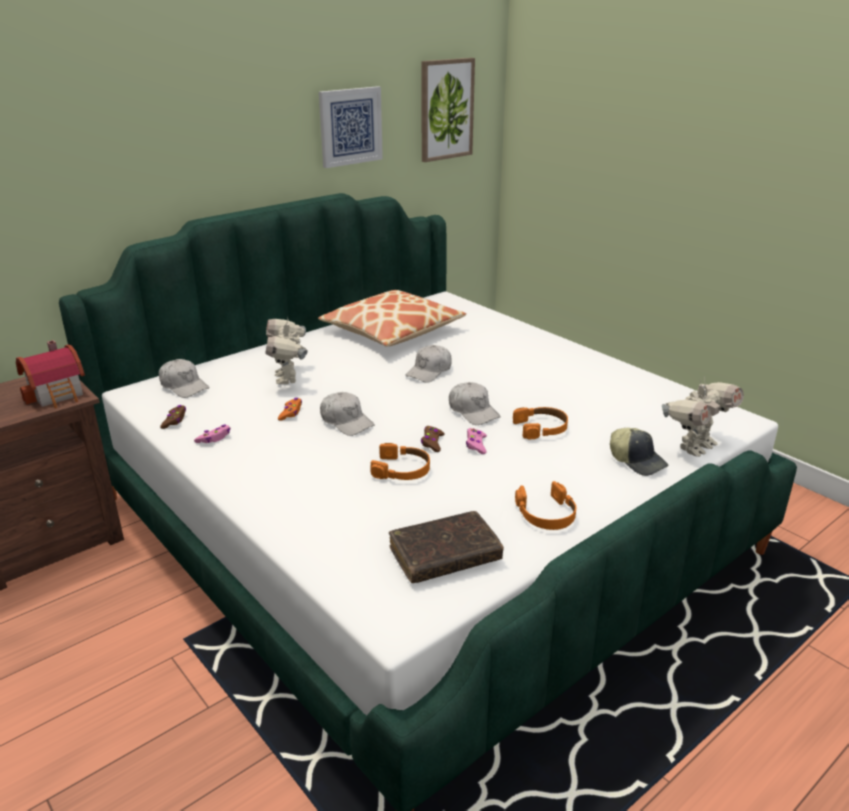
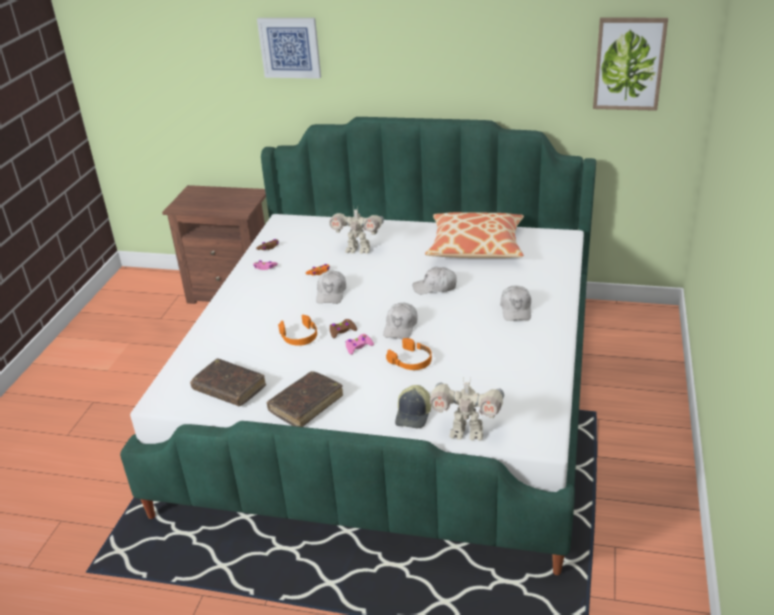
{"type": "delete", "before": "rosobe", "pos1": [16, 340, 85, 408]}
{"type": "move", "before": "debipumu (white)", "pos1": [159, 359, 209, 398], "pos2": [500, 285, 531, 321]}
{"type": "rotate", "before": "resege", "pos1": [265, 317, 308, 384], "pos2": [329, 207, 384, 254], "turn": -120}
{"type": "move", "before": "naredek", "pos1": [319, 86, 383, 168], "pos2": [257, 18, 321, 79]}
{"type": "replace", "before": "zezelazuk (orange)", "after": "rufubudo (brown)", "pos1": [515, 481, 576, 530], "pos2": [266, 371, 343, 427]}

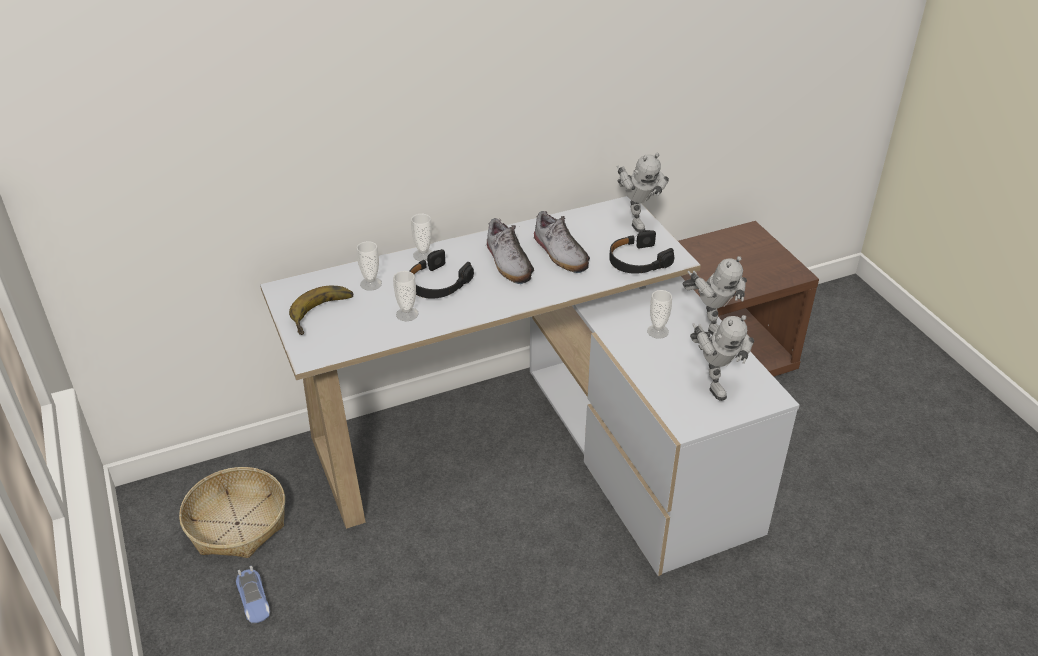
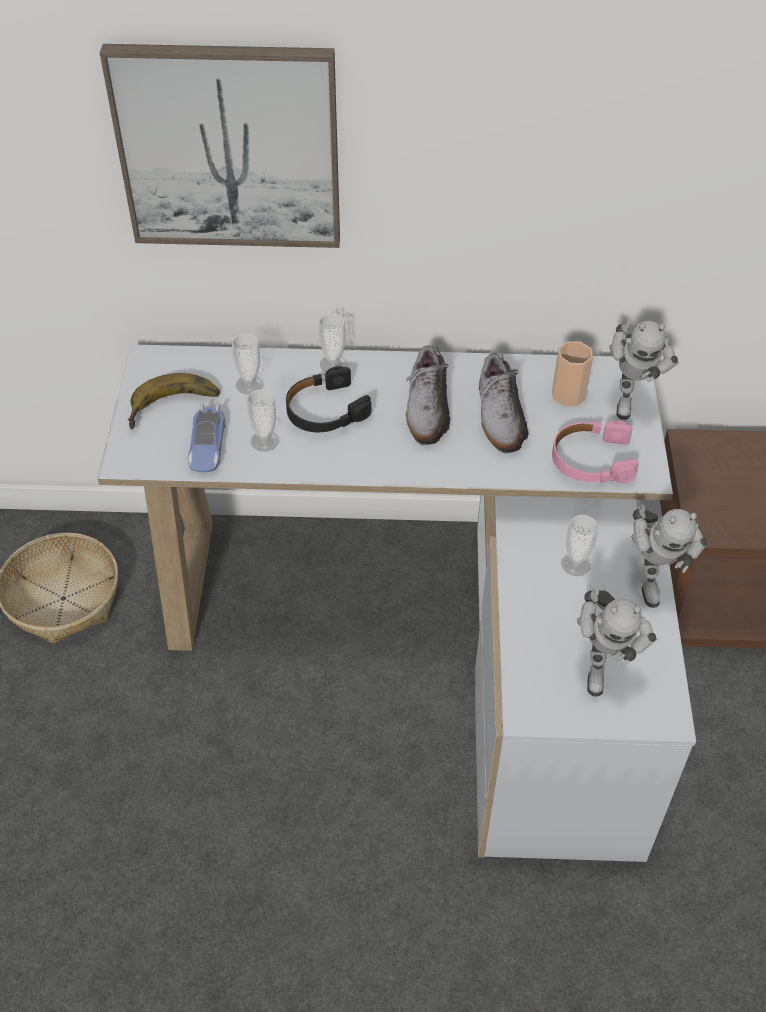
{"type": "move", "before": "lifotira", "pos1": [236, 566, 270, 623], "pos2": [188, 403, 225, 472]}
{"type": "recolor", "before": "zezelazuk (black)", "after": "zezelazuk (pink)", "pos1": [609, 230, 675, 274], "pos2": [552, 421, 639, 483]}
{"type": "insert", "after": "naredek", "pos2": [100, 44, 340, 248]}
{"type": "insert", "after": "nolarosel", "pos2": [552, 342, 593, 406]}

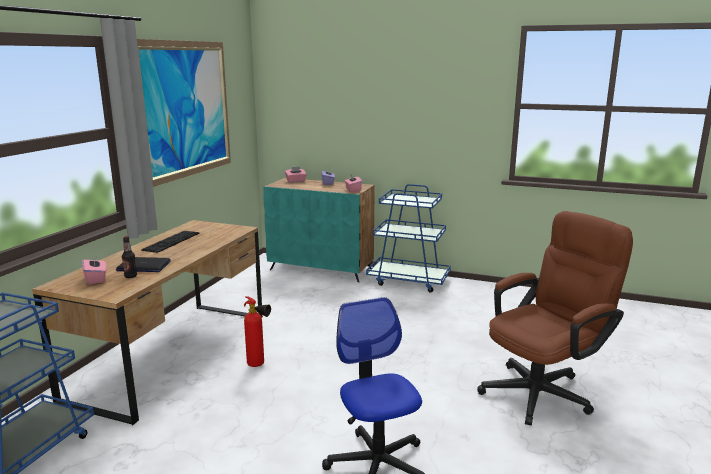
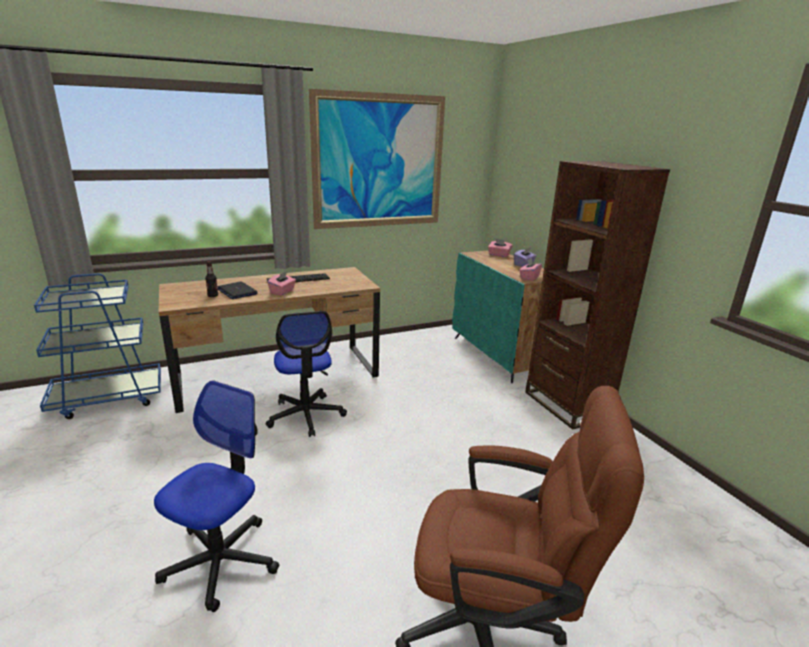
{"type": "move", "before": "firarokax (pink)", "pos1": [82, 255, 106, 285], "pos2": [267, 272, 296, 295]}
{"type": "replace", "before": "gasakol", "after": "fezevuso", "pos1": [244, 296, 271, 367], "pos2": [266, 311, 347, 437]}
{"type": "replace", "before": "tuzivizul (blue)", "after": "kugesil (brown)", "pos1": [366, 184, 451, 293], "pos2": [525, 161, 670, 430]}

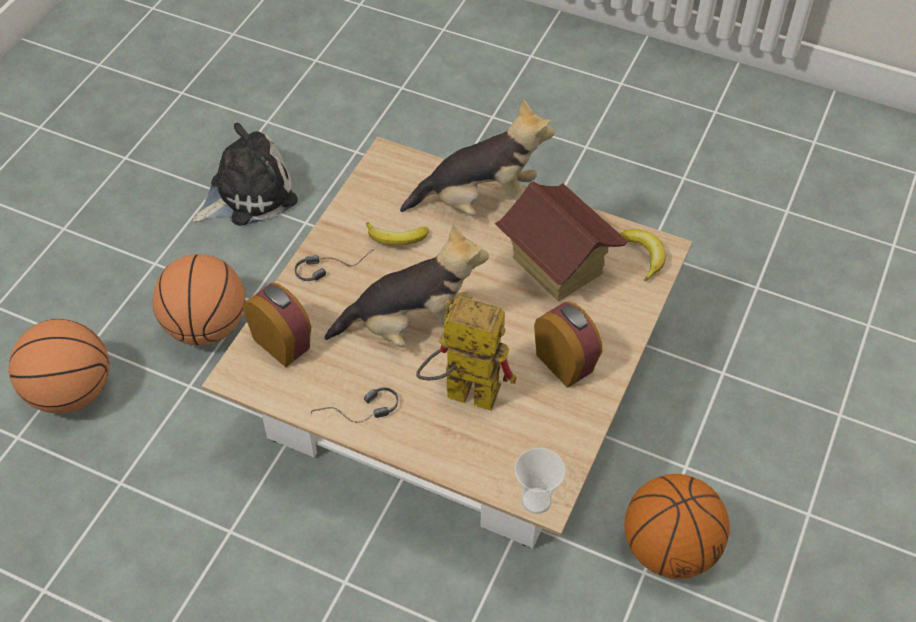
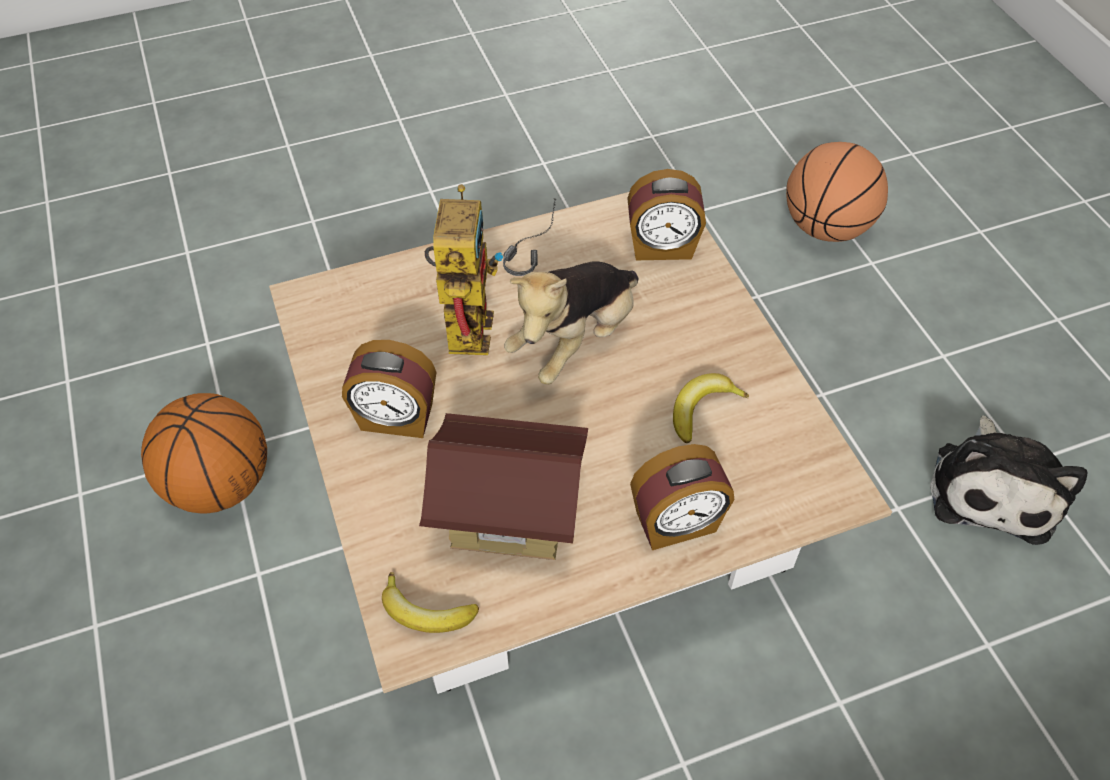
{"type": "delete", "before": "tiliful", "pos1": [153, 254, 245, 345]}
{"type": "delete", "before": "zezelazuk", "pos1": [295, 249, 375, 281]}
{"type": "replace", "before": "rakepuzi", "after": "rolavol", "pos1": [400, 98, 554, 216], "pos2": [630, 444, 734, 550]}
{"type": "rotate", "before": "resege", "pos1": [416, 296, 517, 411], "pos2": [425, 184, 504, 355], "turn": -60}
{"type": "delete", "before": "nolarosel", "pos1": [514, 448, 565, 514]}

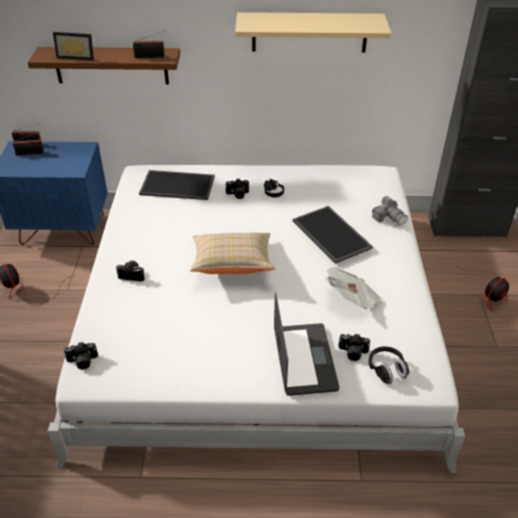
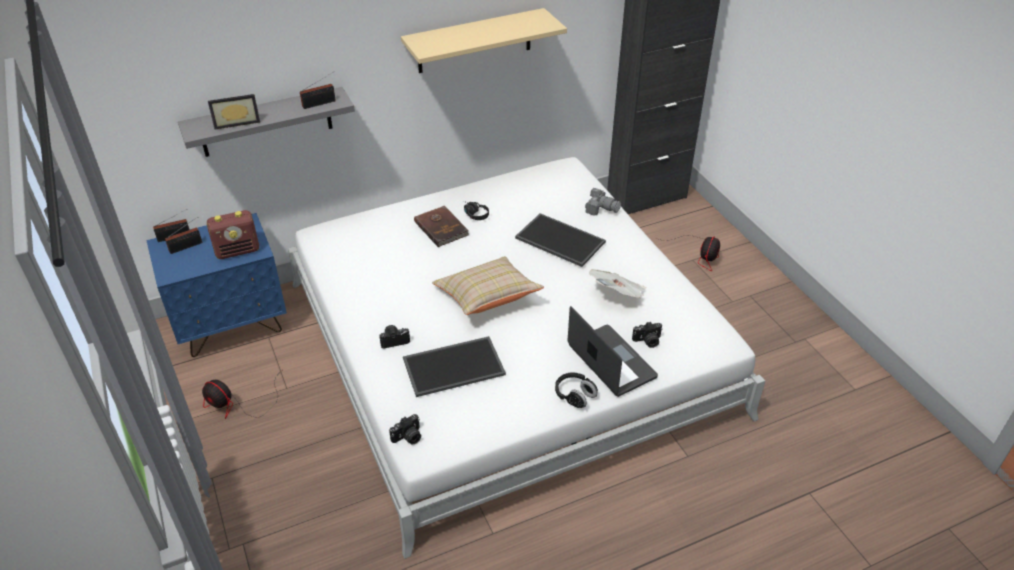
{"type": "recolor", "before": "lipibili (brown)", "after": "lipibili (grey)", "pos1": [28, 47, 180, 84], "pos2": [178, 87, 355, 157]}
{"type": "move", "before": "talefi", "pos1": [139, 170, 215, 200], "pos2": [403, 336, 506, 397]}
{"type": "replace", "before": "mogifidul", "after": "rufubudo (brown)", "pos1": [226, 178, 249, 199], "pos2": [414, 205, 469, 247]}
{"type": "move", "before": "zezelazuk (black)", "pos1": [369, 346, 409, 384], "pos2": [555, 372, 598, 408]}
{"type": "insert", "after": "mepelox", "pos2": [207, 210, 259, 259]}

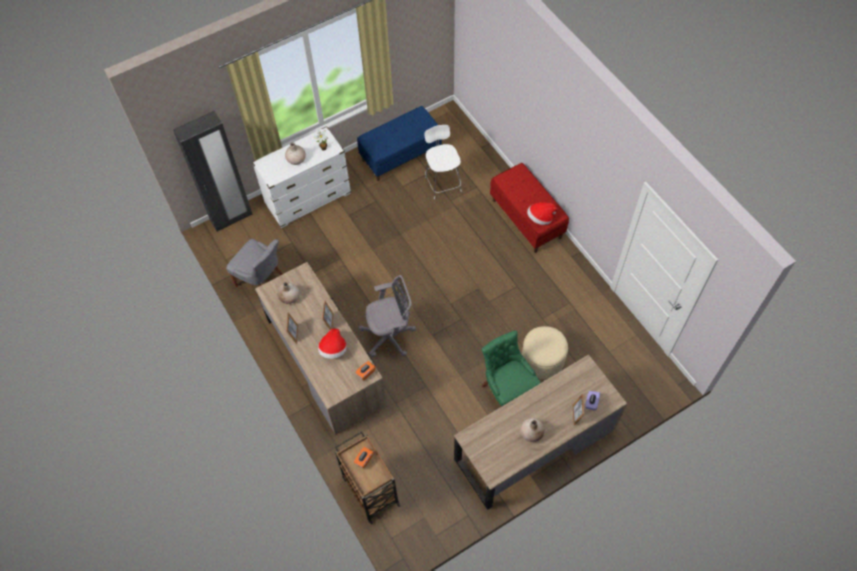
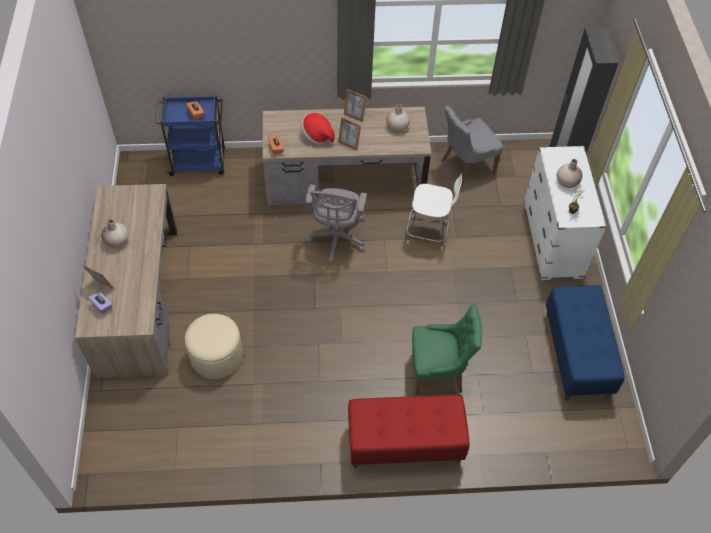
{"type": "recolor", "before": "tuzivizul (brown)", "after": "tuzivizul (blue)", "pos1": [335, 431, 401, 525], "pos2": [156, 96, 225, 176]}
{"type": "move", "before": "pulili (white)", "pos1": [424, 125, 462, 199], "pos2": [407, 173, 462, 249]}
{"type": "move", "before": "pulili (green)", "pos1": [481, 330, 541, 407], "pos2": [412, 304, 482, 395]}
{"type": "delete", "before": "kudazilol", "pos1": [527, 202, 557, 225]}

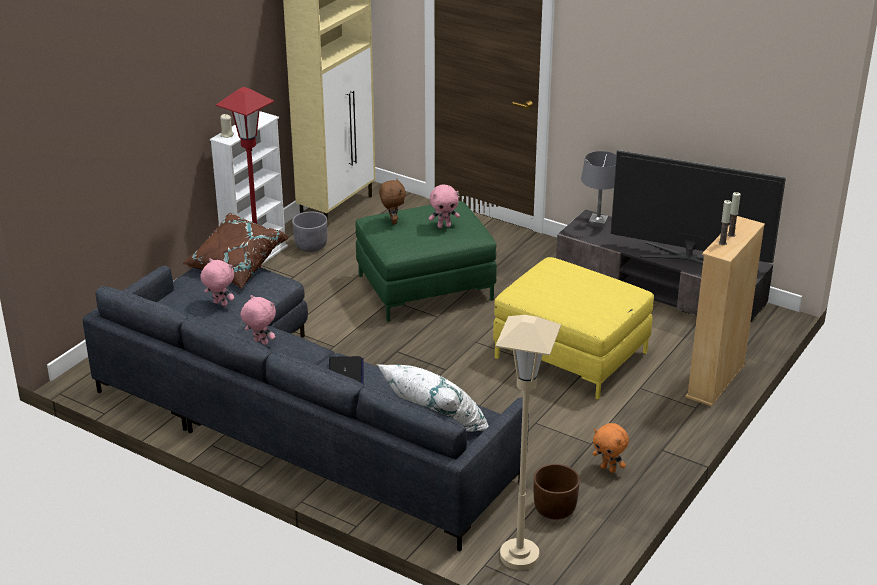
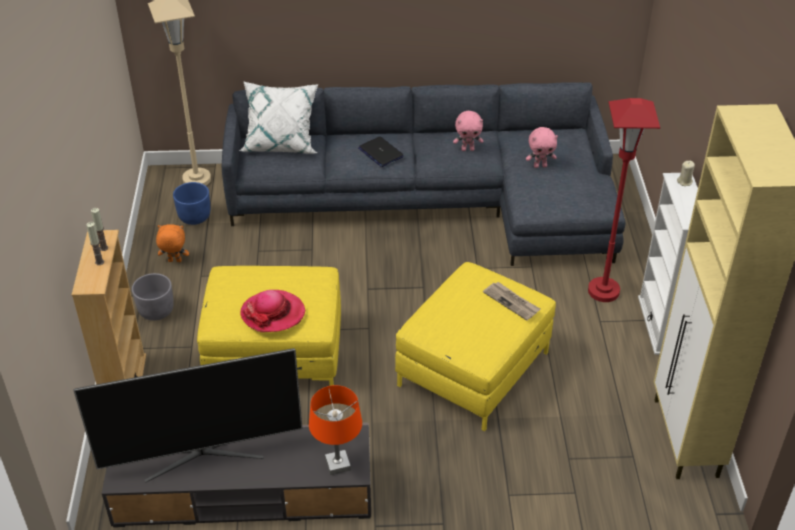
{"type": "delete", "before": "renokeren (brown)", "pos1": [182, 213, 289, 289]}
{"type": "move", "before": "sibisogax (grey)", "pos1": [292, 212, 328, 252], "pos2": [132, 273, 174, 321]}
{"type": "recolor", "before": "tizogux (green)", "after": "tizogux (yellow)", "pos1": [355, 201, 497, 322], "pos2": [395, 262, 556, 431]}
{"type": "replace", "before": "rakepuzi (brown)", "after": "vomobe", "pos1": [379, 178, 406, 225], "pos2": [483, 282, 540, 321]}
{"type": "delete", "before": "rakepuzi (pink)", "pos1": [429, 185, 460, 228]}
{"type": "recolor", "before": "sibisogax (brown)", "after": "sibisogax (blue)", "pos1": [534, 464, 580, 520], "pos2": [173, 182, 210, 225]}
{"type": "recolor", "before": "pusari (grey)", "after": "pusari (orange)", "pos1": [581, 151, 616, 228], "pos2": [309, 385, 362, 475]}
{"type": "insert", "after": "kudazilol", "pos2": [240, 290, 305, 332]}

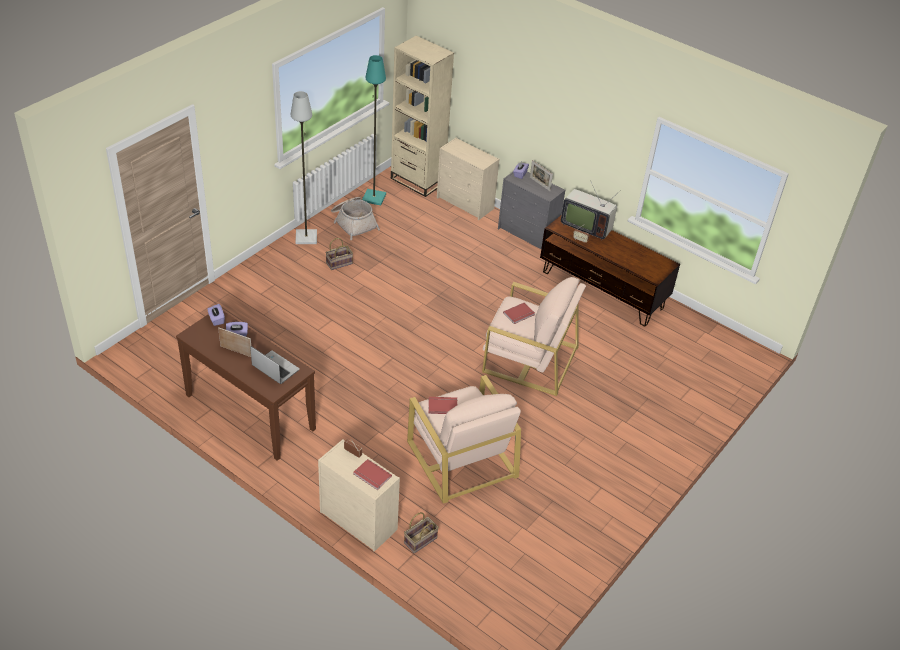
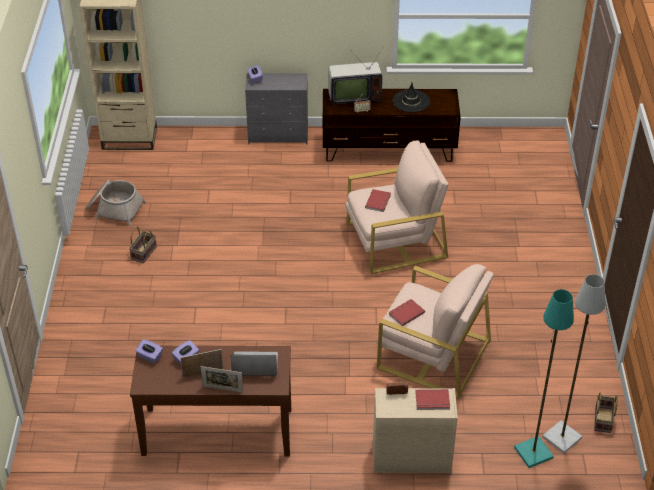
{"type": "move", "before": "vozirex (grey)", "pos1": [291, 91, 317, 244], "pos2": [543, 274, 605, 454]}
{"type": "move", "before": "vozirex (turquoise)", "pos1": [362, 55, 386, 205], "pos2": [514, 289, 574, 468]}
{"type": "move", "before": "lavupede", "pos1": [404, 512, 439, 553], "pos2": [594, 392, 618, 433]}
{"type": "delete", "before": "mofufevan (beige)", "pos1": [437, 138, 500, 220]}
{"type": "move", "before": "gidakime", "pos1": [530, 160, 553, 191], "pos2": [201, 366, 243, 393]}
{"type": "insert", "after": "kudazilol (black)", "pos2": [393, 83, 430, 112]}

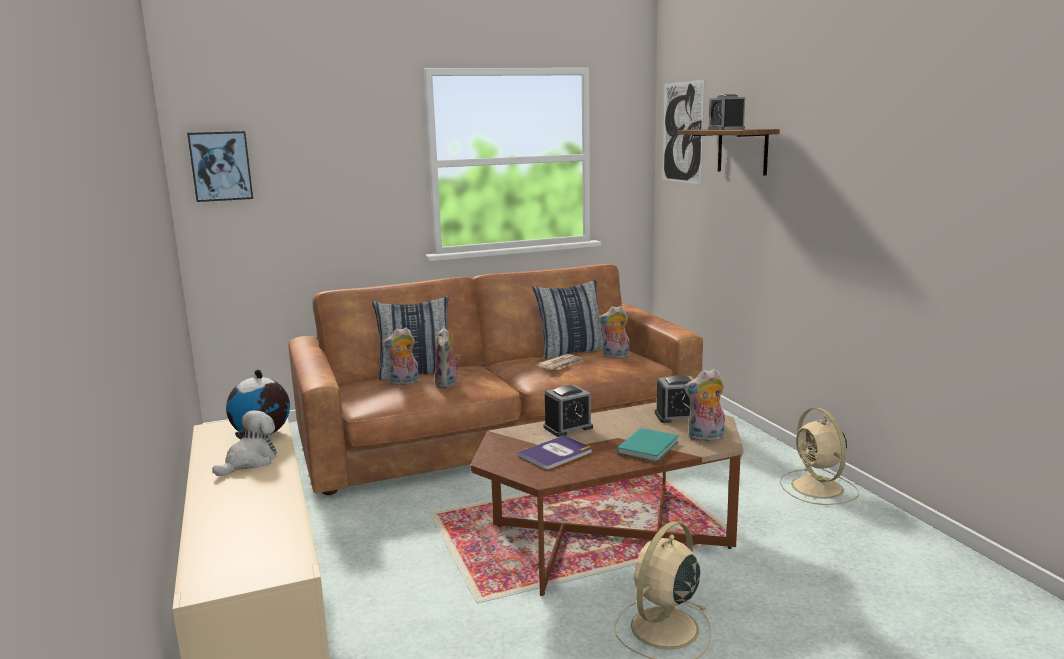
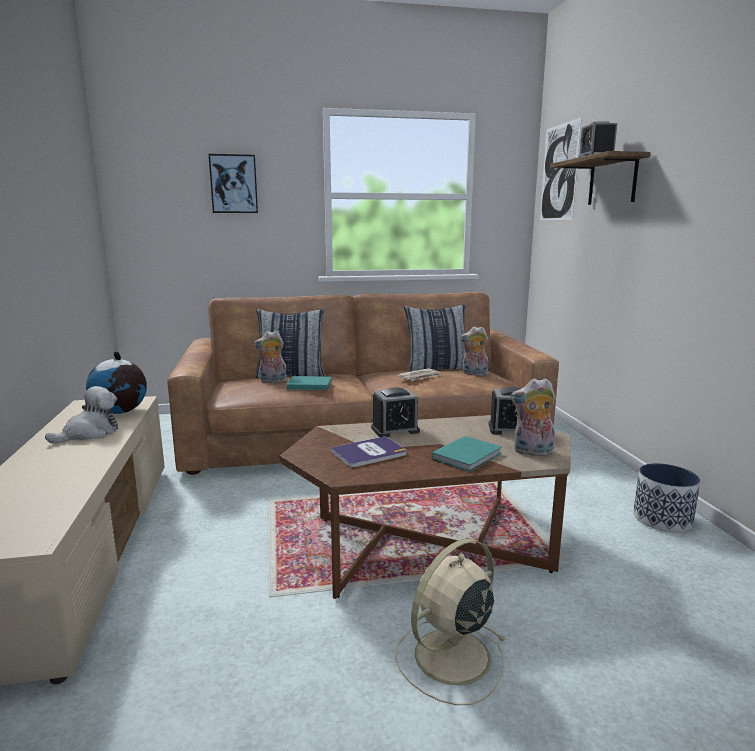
{"type": "move", "before": "naredek", "pos1": [187, 131, 253, 202], "pos2": [209, 154, 258, 213]}
{"type": "replace", "before": "rakepuzi", "after": "rufubudo (turquoise)", "pos1": [434, 327, 460, 389], "pos2": [286, 376, 332, 390]}
{"type": "replace", "before": "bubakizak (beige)", "after": "sibisogax", "pos1": [780, 408, 859, 505], "pos2": [633, 463, 700, 532]}

